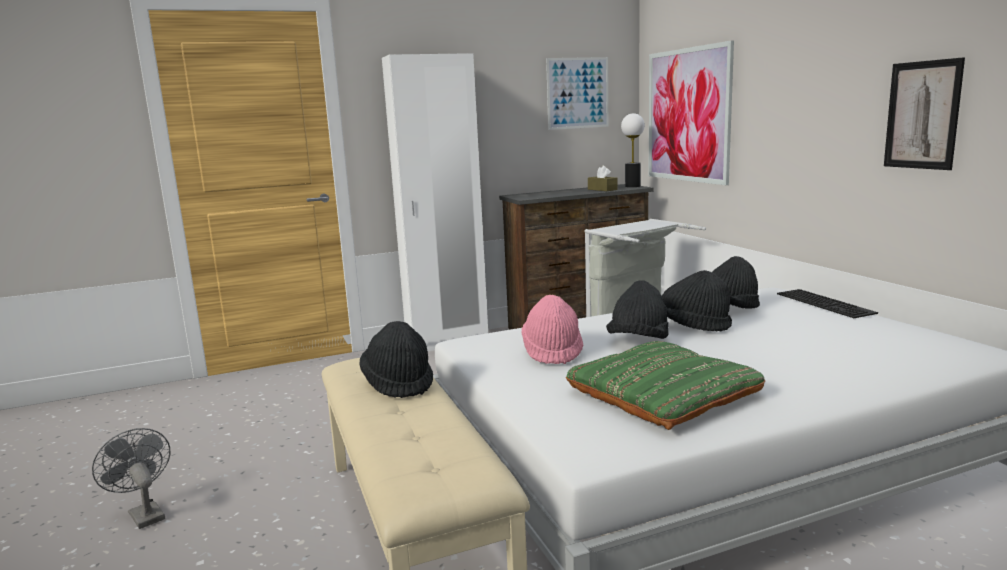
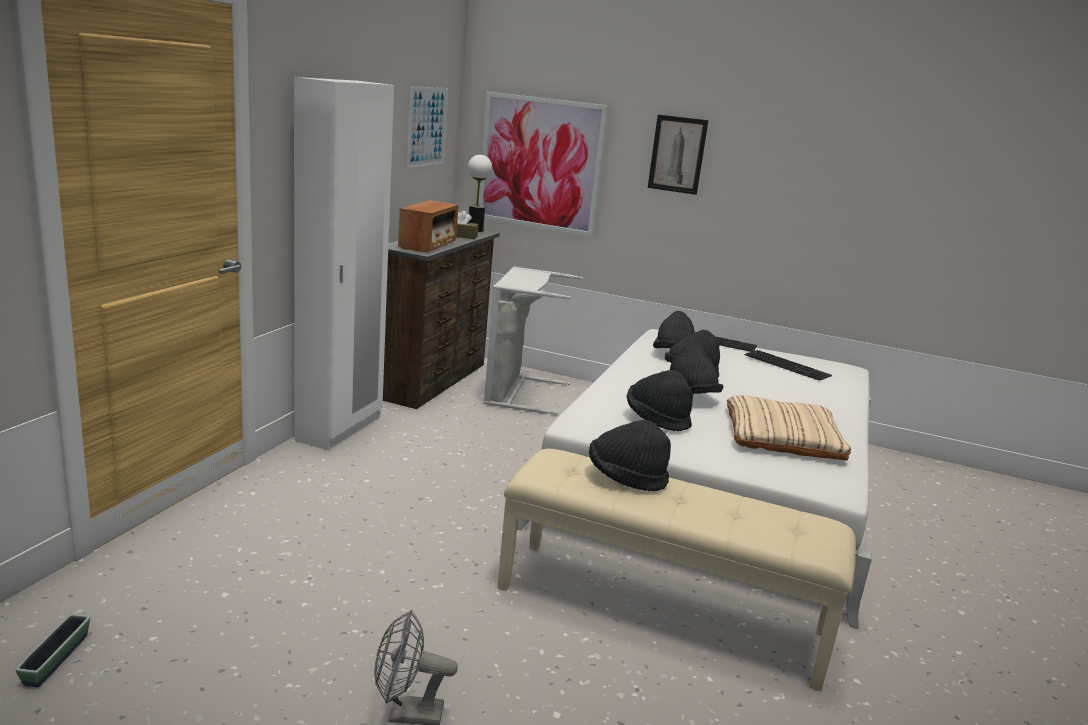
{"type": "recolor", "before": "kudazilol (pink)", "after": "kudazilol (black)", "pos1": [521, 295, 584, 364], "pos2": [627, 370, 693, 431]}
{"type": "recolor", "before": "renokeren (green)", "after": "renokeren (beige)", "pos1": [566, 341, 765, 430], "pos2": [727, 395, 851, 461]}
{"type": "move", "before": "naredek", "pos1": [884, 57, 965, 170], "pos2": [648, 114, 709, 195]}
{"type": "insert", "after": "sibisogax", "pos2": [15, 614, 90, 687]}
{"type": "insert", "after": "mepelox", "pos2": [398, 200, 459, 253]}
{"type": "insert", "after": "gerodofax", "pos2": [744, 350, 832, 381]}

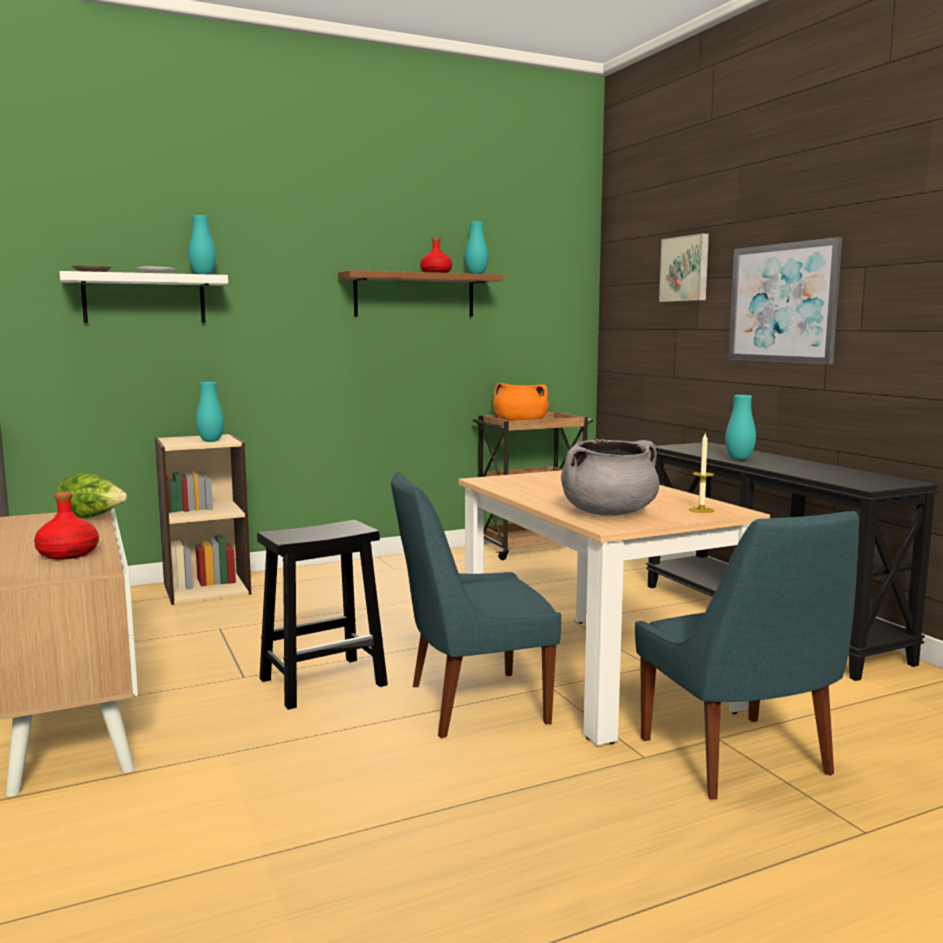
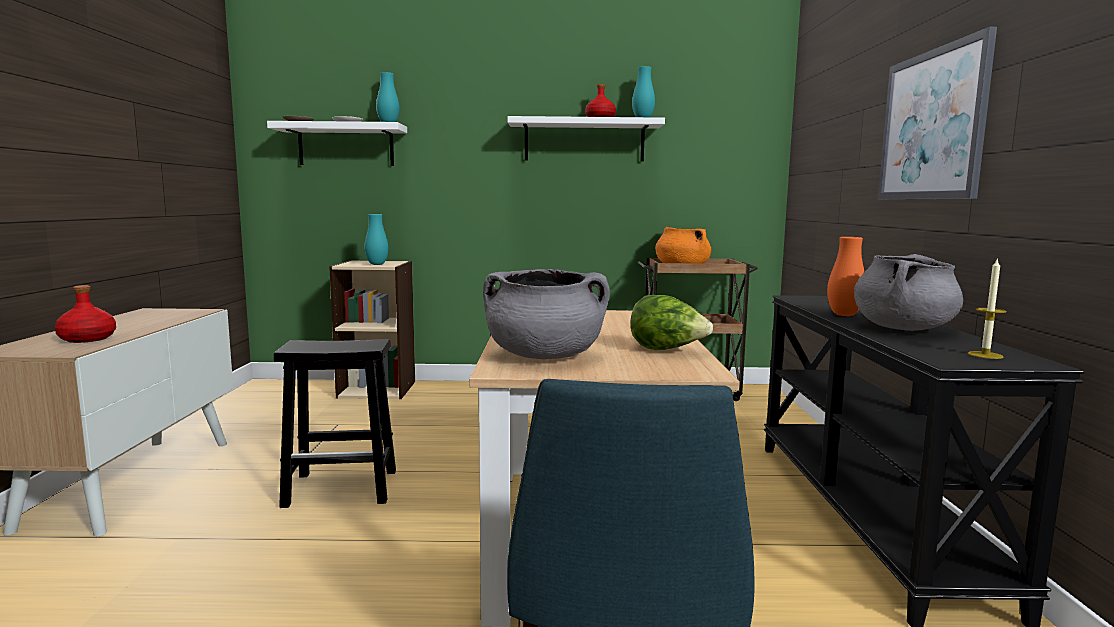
{"type": "move", "before": "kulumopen", "pos1": [57, 473, 127, 519], "pos2": [631, 295, 713, 350]}
{"type": "recolor", "before": "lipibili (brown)", "after": "lipibili (white)", "pos1": [338, 270, 503, 316], "pos2": [507, 116, 665, 162]}
{"type": "delete", "before": "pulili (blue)", "pos1": [391, 472, 561, 738]}
{"type": "delete", "before": "naredek", "pos1": [659, 233, 709, 302]}
{"type": "move", "before": "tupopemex", "pos1": [689, 434, 714, 513], "pos2": [968, 258, 1007, 359]}
{"type": "recolor", "before": "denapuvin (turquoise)", "after": "denapuvin (orange)", "pos1": [725, 395, 756, 460], "pos2": [827, 237, 865, 316]}
{"type": "insert", "after": "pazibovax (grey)", "pos2": [854, 254, 963, 331]}

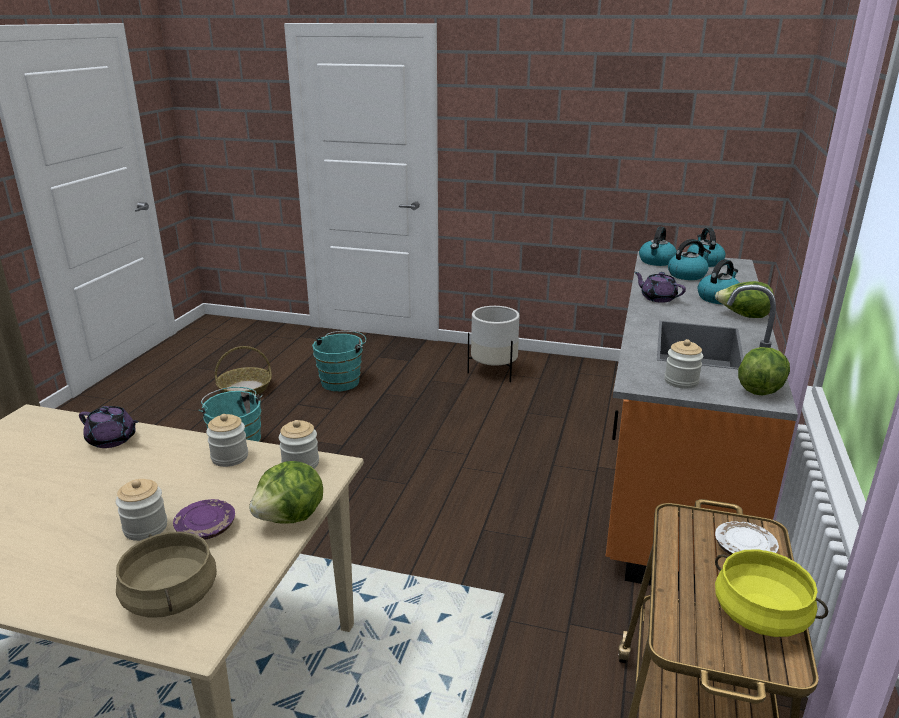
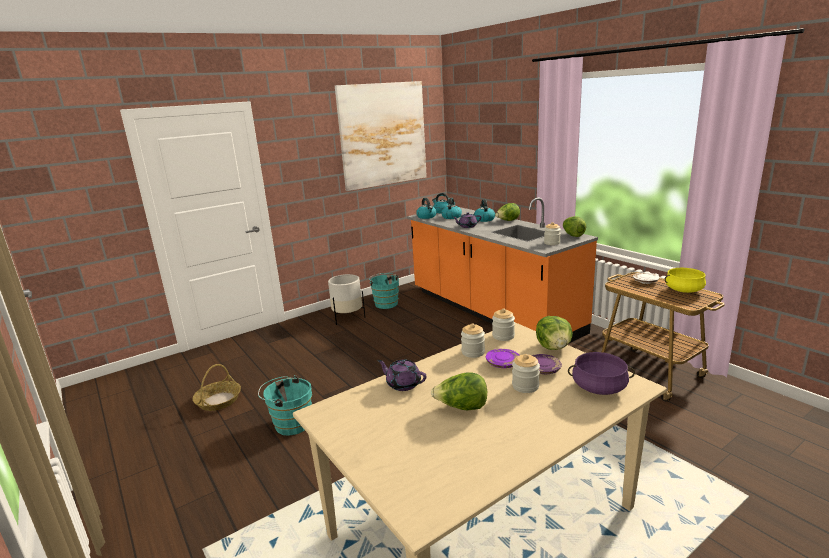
{"type": "rotate", "before": "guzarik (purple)", "pos1": [79, 406, 139, 448], "pos2": [377, 360, 427, 391], "turn": -120}
{"type": "recolor", "before": "pazibovax (beige)", "after": "pazibovax (purple)", "pos1": [116, 531, 217, 618], "pos2": [568, 352, 635, 395]}
{"type": "move", "before": "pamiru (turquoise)", "pos1": [312, 331, 366, 391], "pos2": [369, 273, 399, 309]}
{"type": "insert", "after": "naredek", "pos2": [335, 81, 427, 191]}
{"type": "insert", "after": "kulumopen", "pos2": [431, 372, 487, 410]}
{"type": "insert", "after": "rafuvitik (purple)", "pos2": [486, 349, 519, 368]}

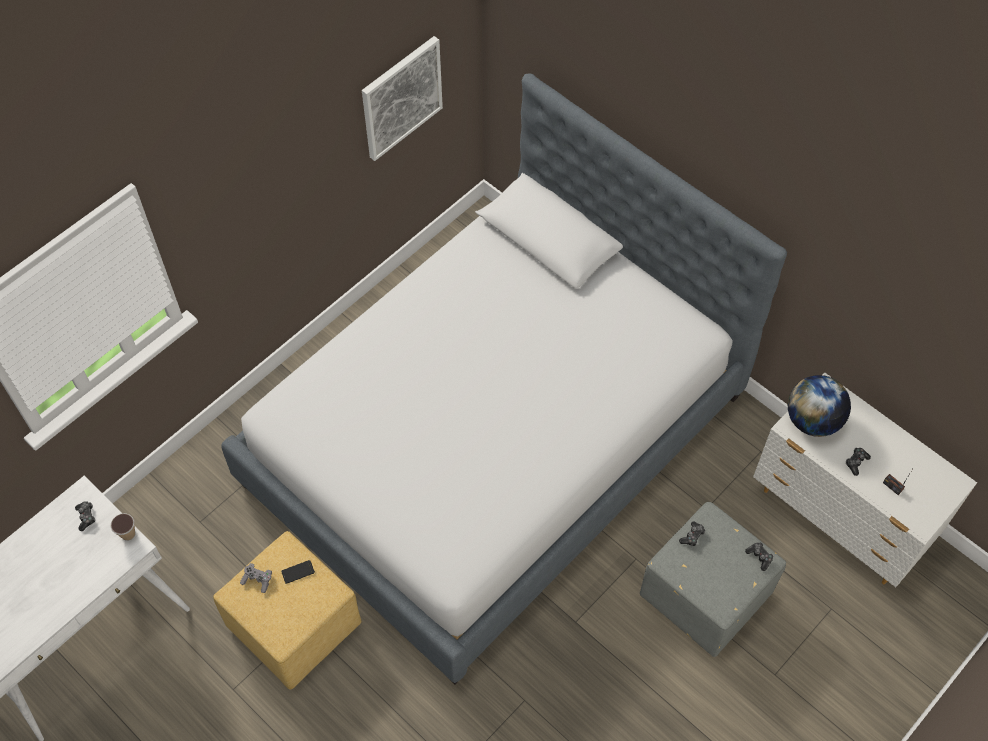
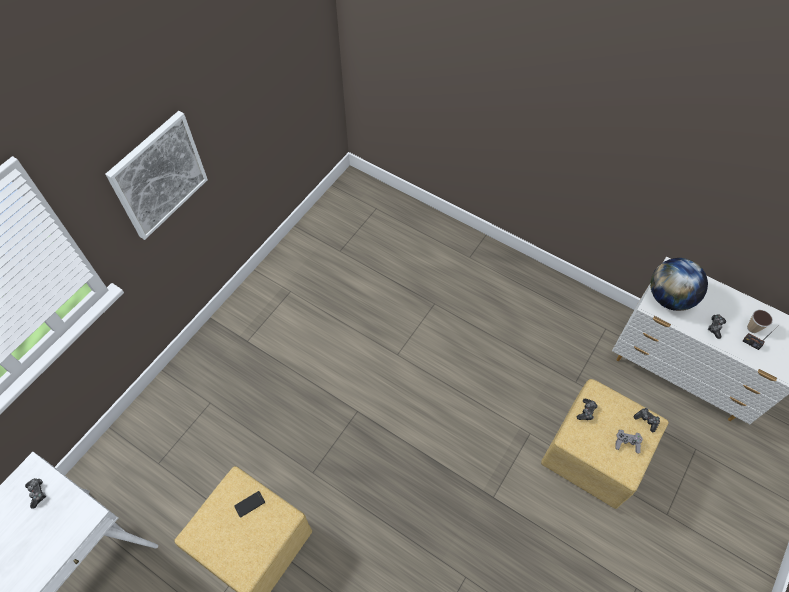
{"type": "move", "before": "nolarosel", "pos1": [111, 513, 135, 541], "pos2": [747, 310, 773, 333]}
{"type": "delete", "before": "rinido", "pos1": [221, 73, 787, 684]}
{"type": "move", "before": "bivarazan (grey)", "pos1": [240, 563, 272, 593], "pos2": [615, 429, 643, 454]}
{"type": "move", "before": "naredek", "pos1": [362, 36, 443, 161], "pos2": [105, 111, 208, 240]}
{"type": "recolor", "before": "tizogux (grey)", "after": "tizogux (yellow)", "pos1": [640, 502, 786, 657], "pos2": [541, 379, 669, 509]}

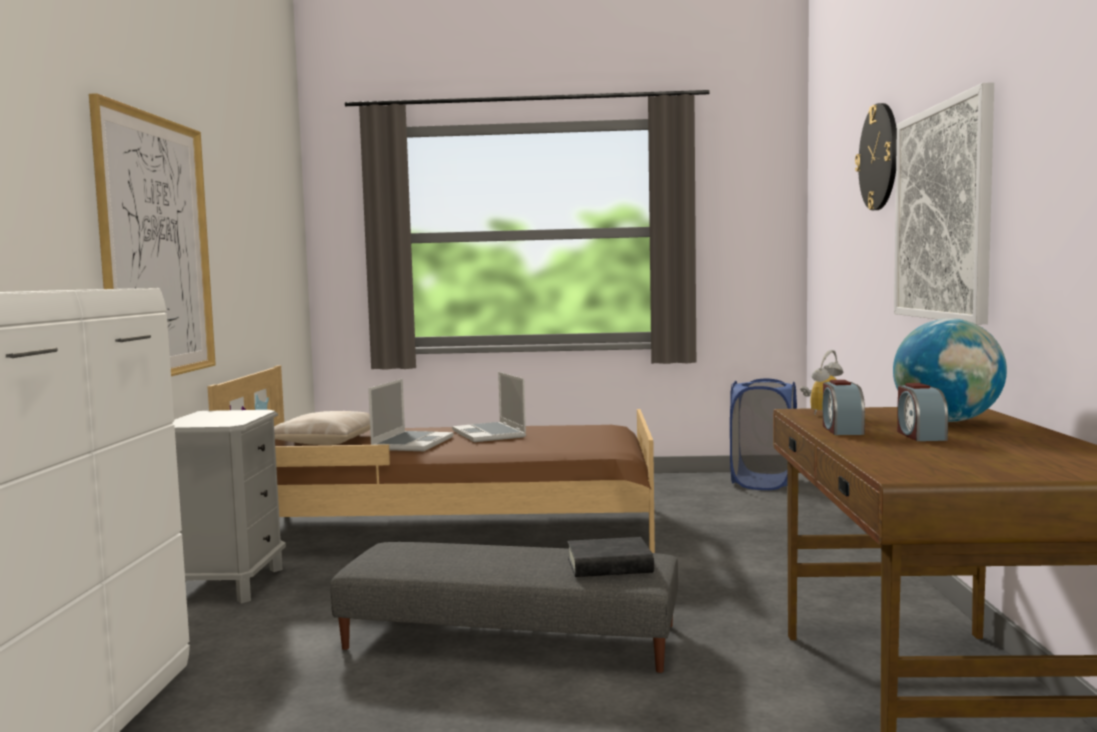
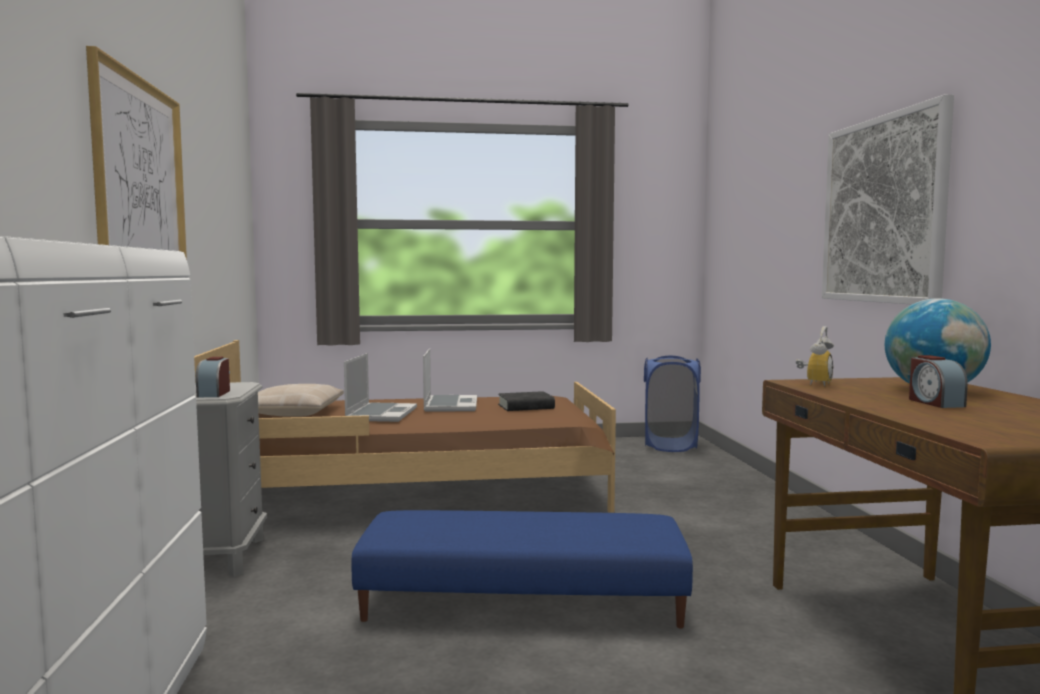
{"type": "recolor", "before": "tizogux (grey)", "after": "tizogux (blue)", "pos1": [330, 542, 678, 673], "pos2": [351, 510, 693, 628]}
{"type": "rotate", "before": "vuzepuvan", "pos1": [452, 372, 526, 442], "pos2": [423, 349, 477, 412], "turn": -150}
{"type": "move", "before": "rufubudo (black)", "pos1": [568, 537, 654, 577], "pos2": [498, 391, 555, 411]}
{"type": "move", "before": "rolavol", "pos1": [823, 380, 865, 435], "pos2": [195, 357, 230, 397]}
{"type": "delete", "before": "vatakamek", "pos1": [855, 103, 897, 210]}

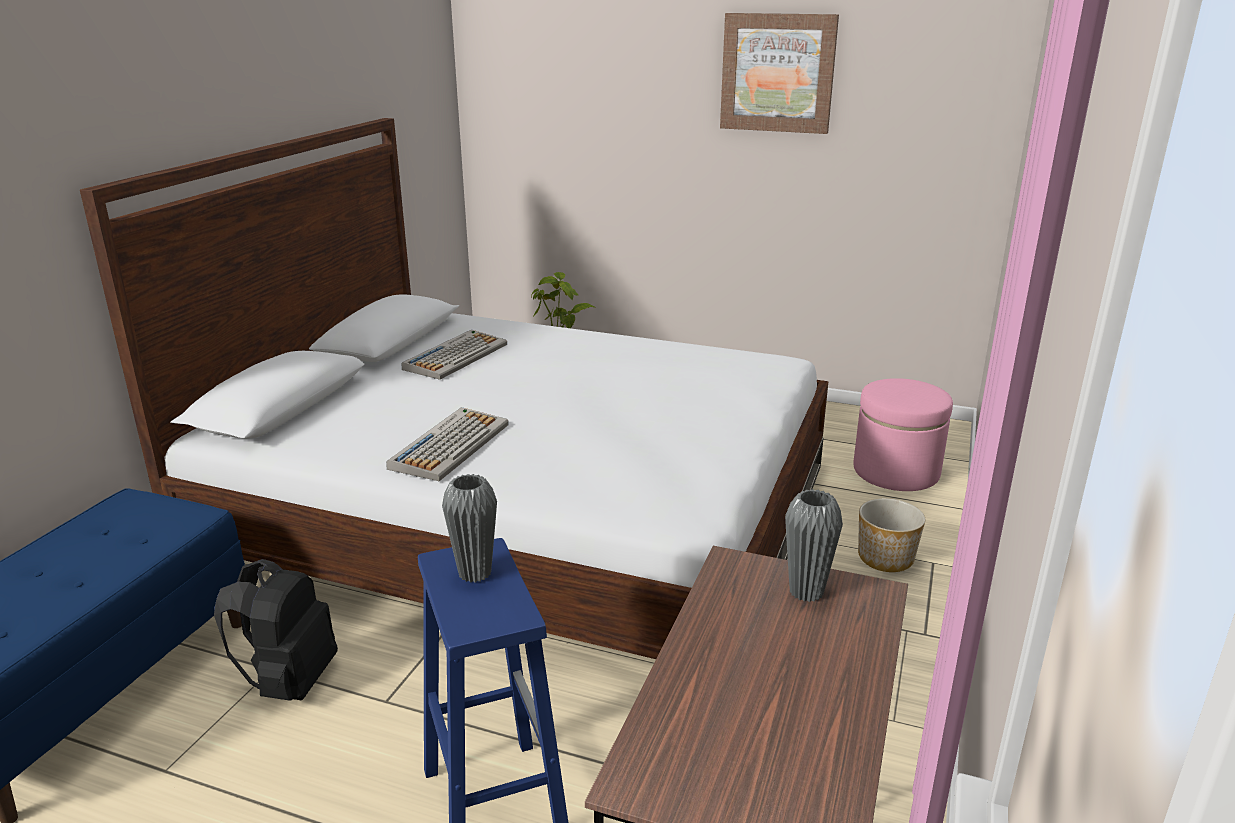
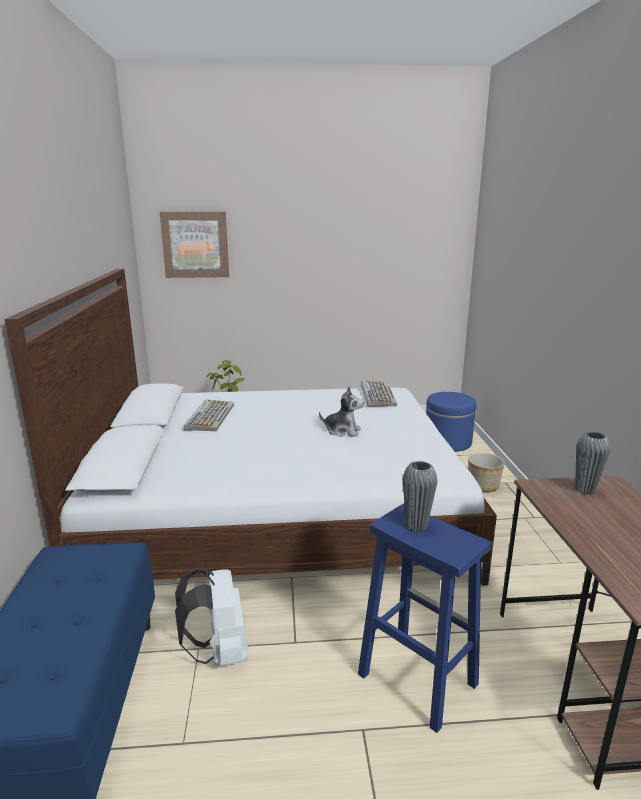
{"type": "recolor", "before": "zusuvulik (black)", "after": "zusuvulik (white)", "pos1": [214, 559, 338, 701], "pos2": [175, 568, 248, 666]}
{"type": "move", "before": "gerodofax", "pos1": [386, 407, 509, 481], "pos2": [361, 381, 397, 406]}
{"type": "move", "before": "naredek", "pos1": [720, 13, 839, 134], "pos2": [160, 212, 229, 278]}
{"type": "recolor", "before": "tizogux (pink)", "after": "tizogux (blue)", "pos1": [853, 378, 953, 491], "pos2": [426, 392, 476, 452]}
{"type": "insert", "after": "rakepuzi", "pos2": [319, 387, 364, 437]}

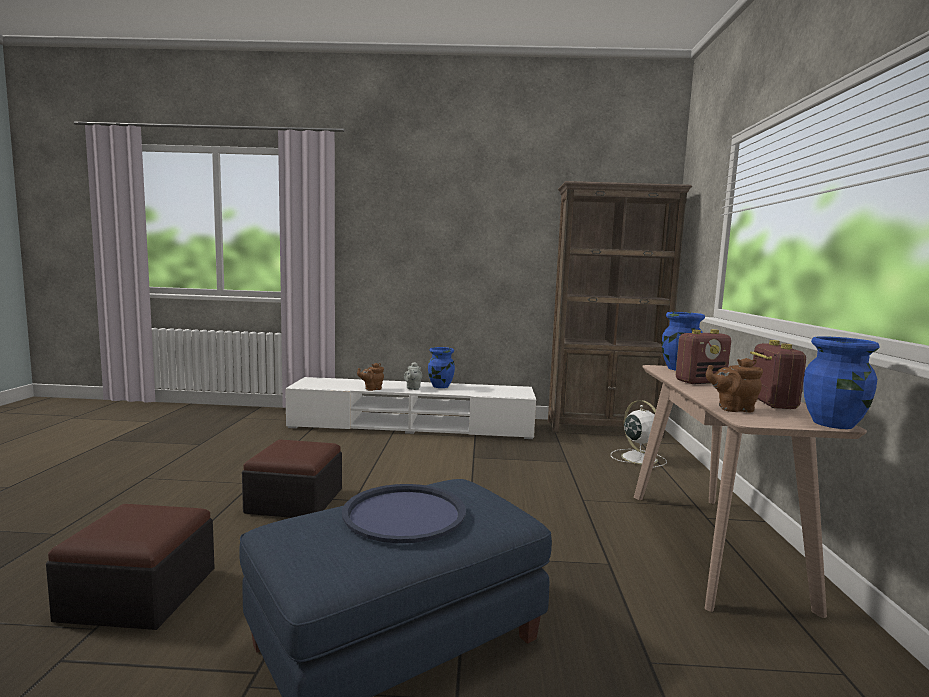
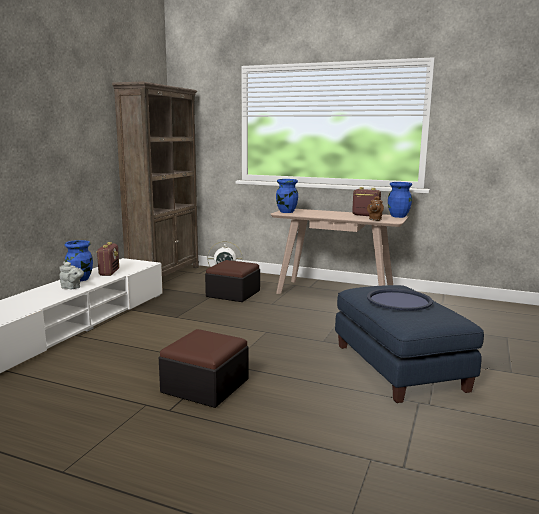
{"type": "move", "before": "tizogux", "pos1": [46, 504, 215, 630], "pos2": [205, 260, 260, 302]}
{"type": "delete", "before": "guzarik (brown)", "pos1": [357, 363, 384, 391]}
{"type": "move", "before": "mepelox", "pos1": [676, 329, 731, 384], "pos2": [96, 242, 119, 276]}

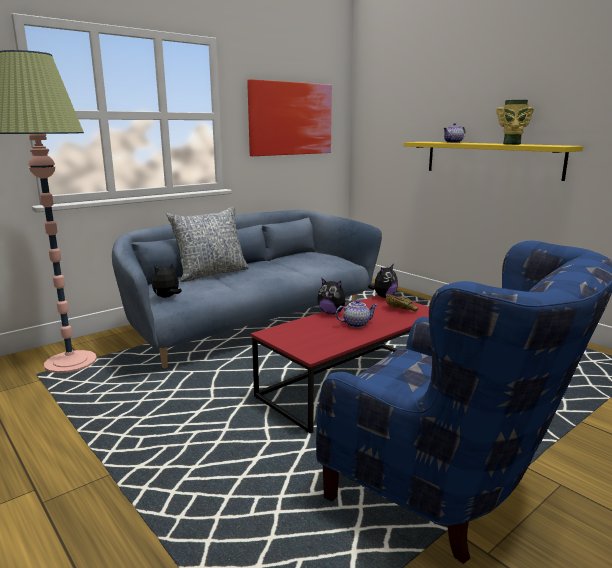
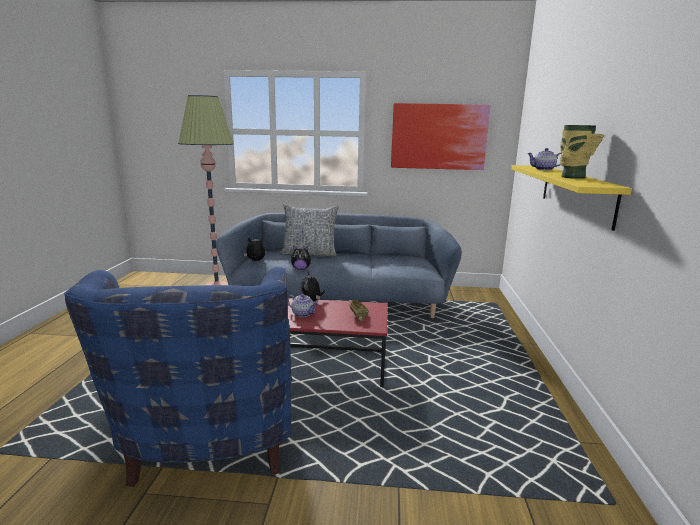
{"type": "move", "before": "rakepuzi", "pos1": [368, 264, 398, 298], "pos2": [291, 246, 313, 270]}

